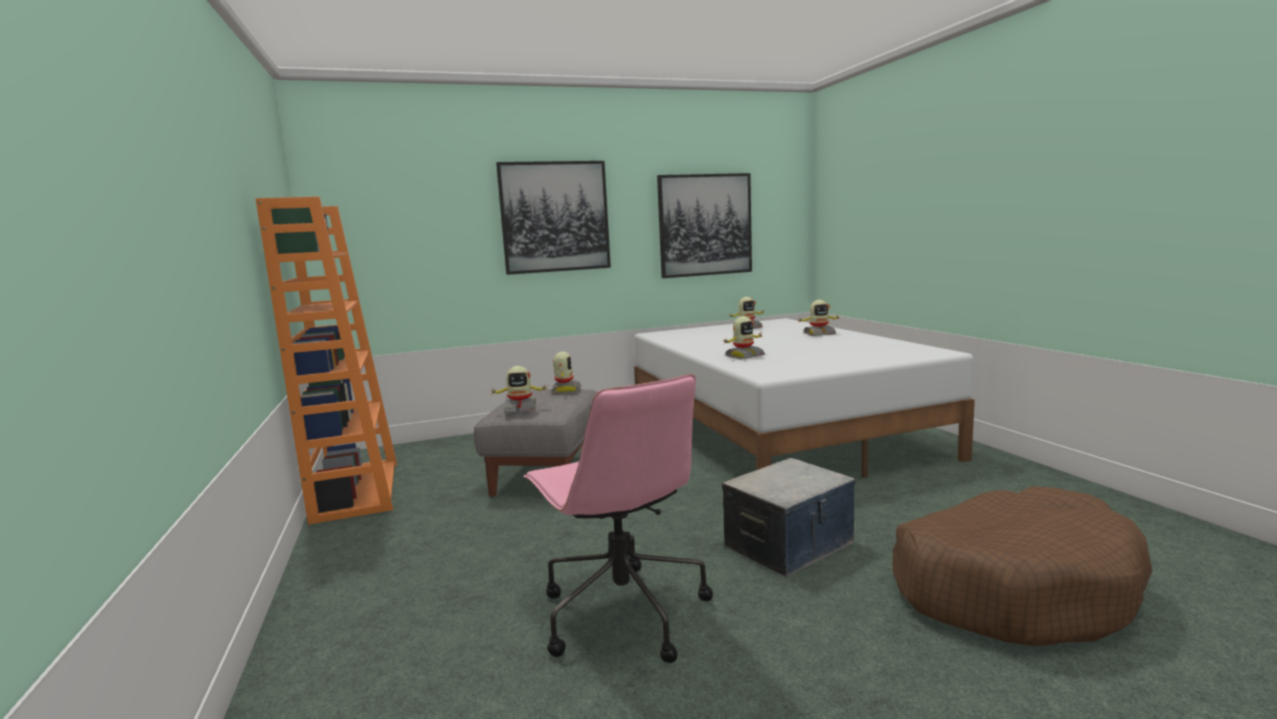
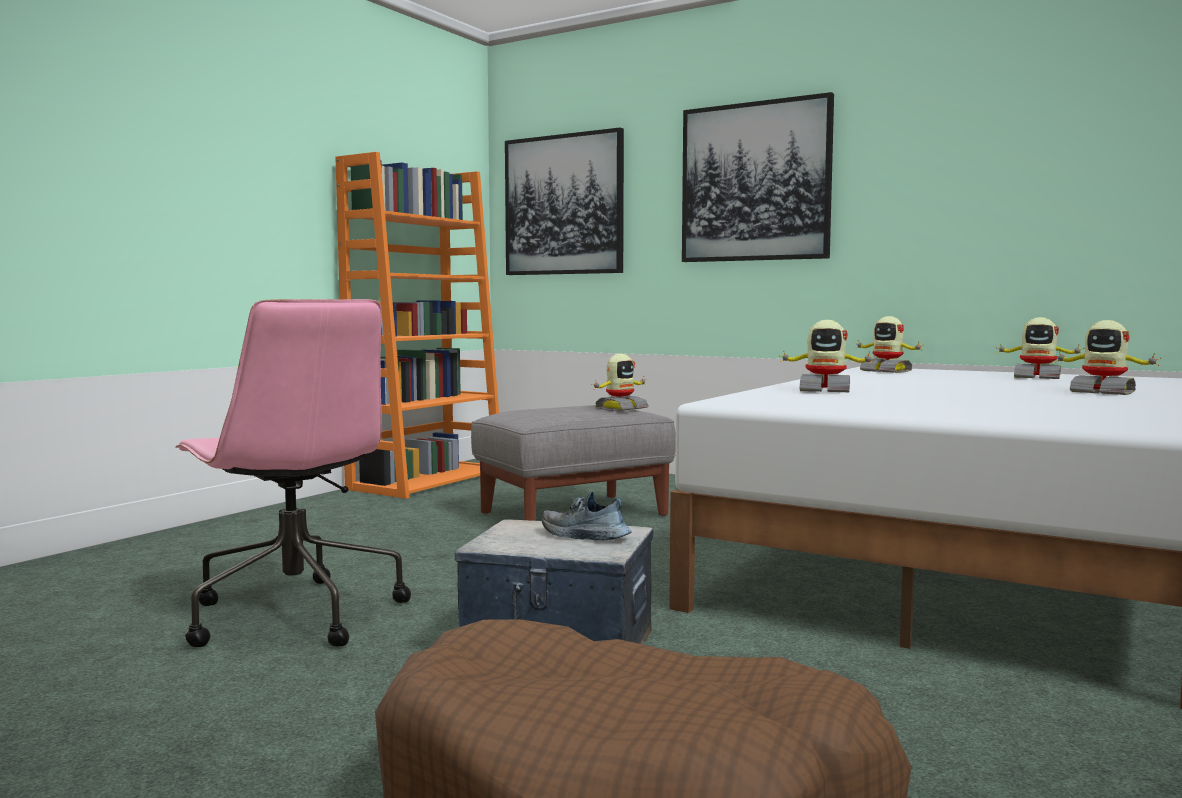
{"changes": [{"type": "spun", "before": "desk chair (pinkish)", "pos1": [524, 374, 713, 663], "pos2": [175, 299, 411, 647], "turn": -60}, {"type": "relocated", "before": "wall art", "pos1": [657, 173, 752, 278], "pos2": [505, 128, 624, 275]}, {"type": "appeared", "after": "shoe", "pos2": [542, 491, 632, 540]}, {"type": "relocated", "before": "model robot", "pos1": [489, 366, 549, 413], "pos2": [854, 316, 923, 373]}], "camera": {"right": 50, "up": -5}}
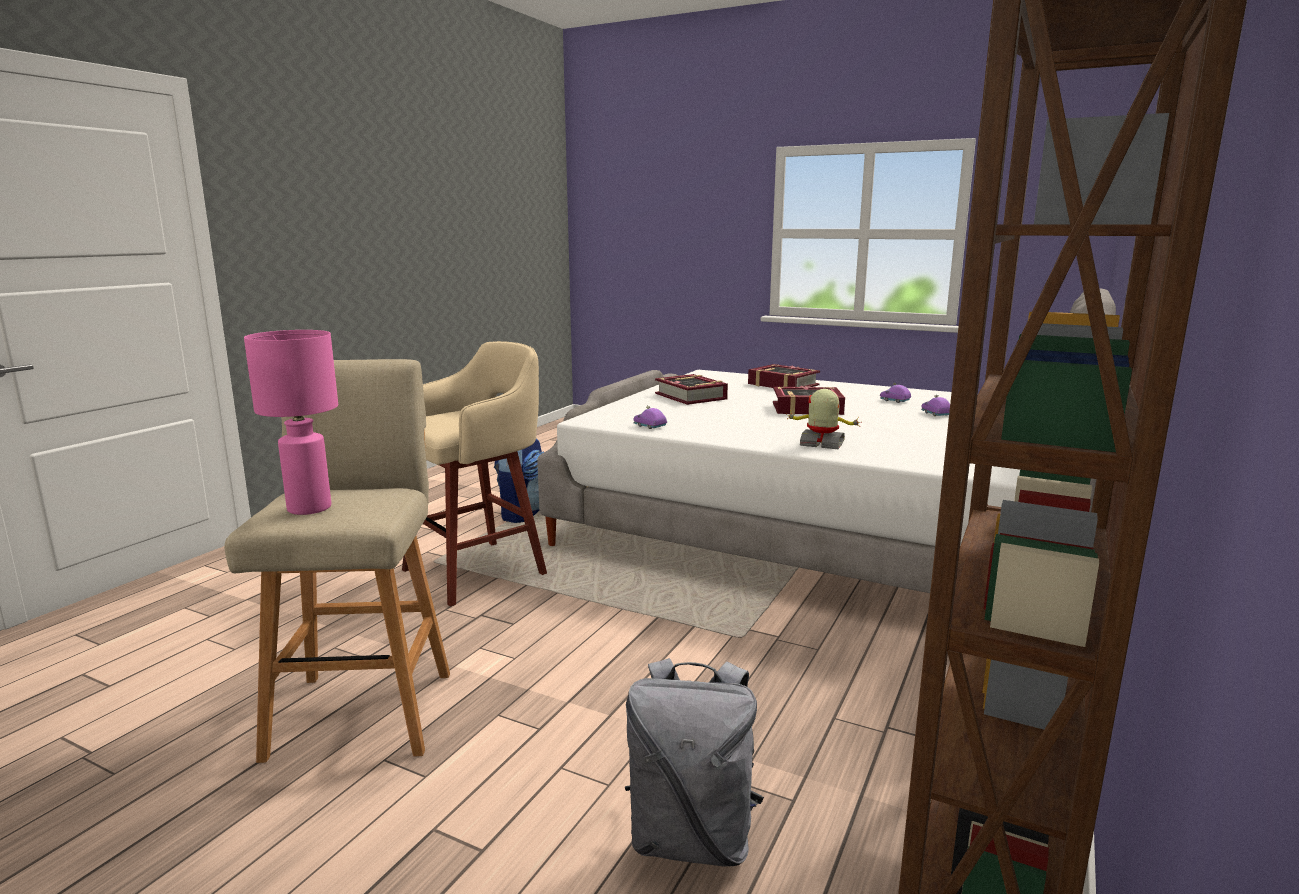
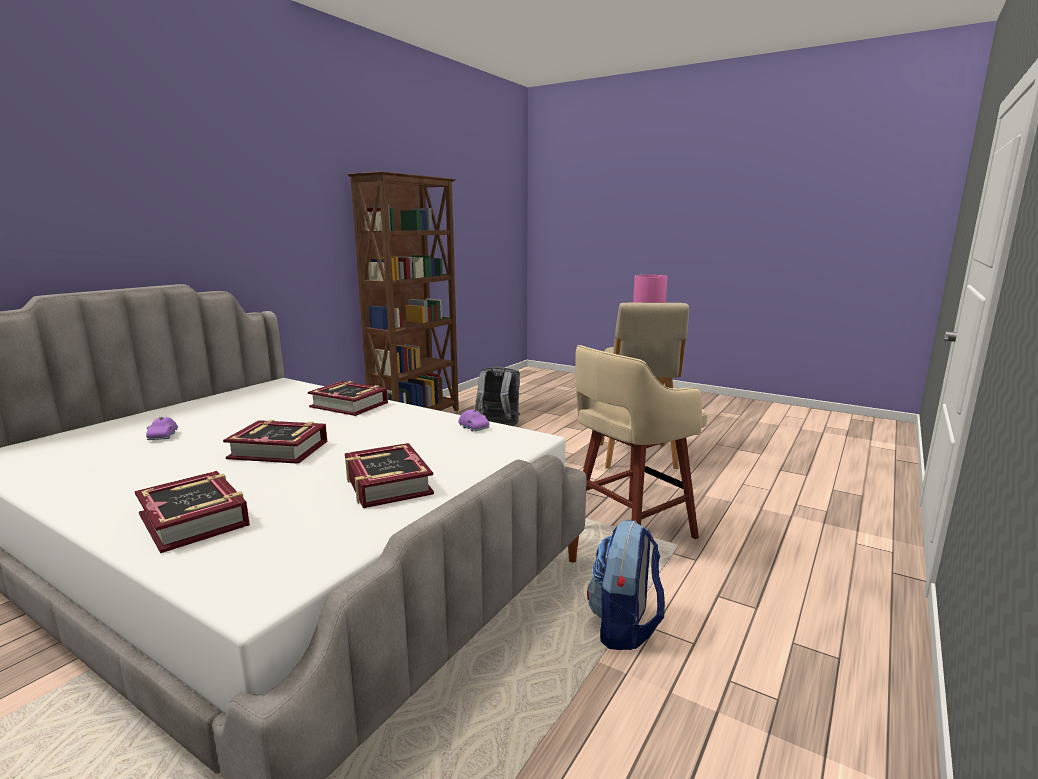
{"changes": [{"type": "exchanged", "before": "model robot", "after": "volume", "pos1": [786, 389, 862, 449], "pos2": [308, 381, 388, 416]}, {"type": "missing", "before": "toy car (purplish)", "pos1": [880, 383, 911, 403]}], "camera": {"right": -175, "up": 0}}
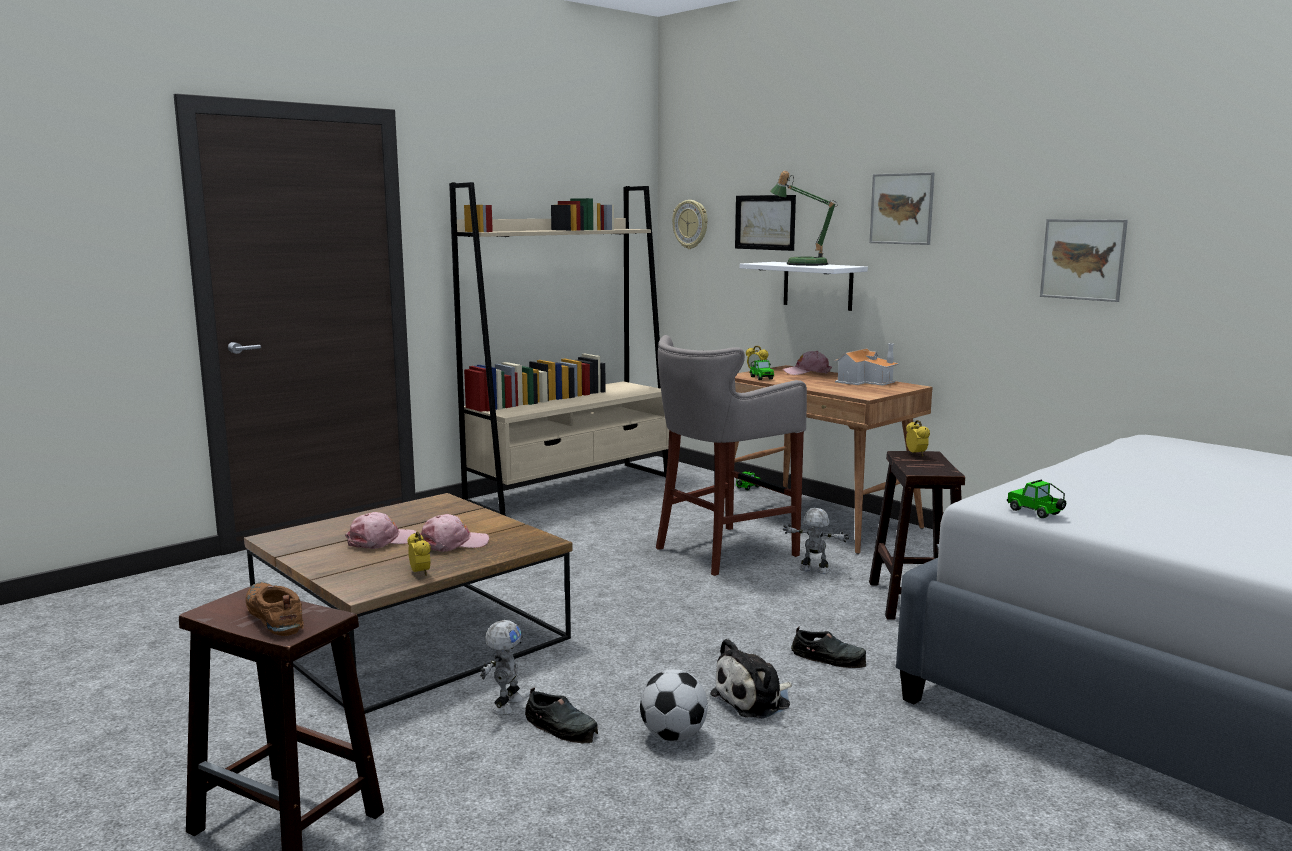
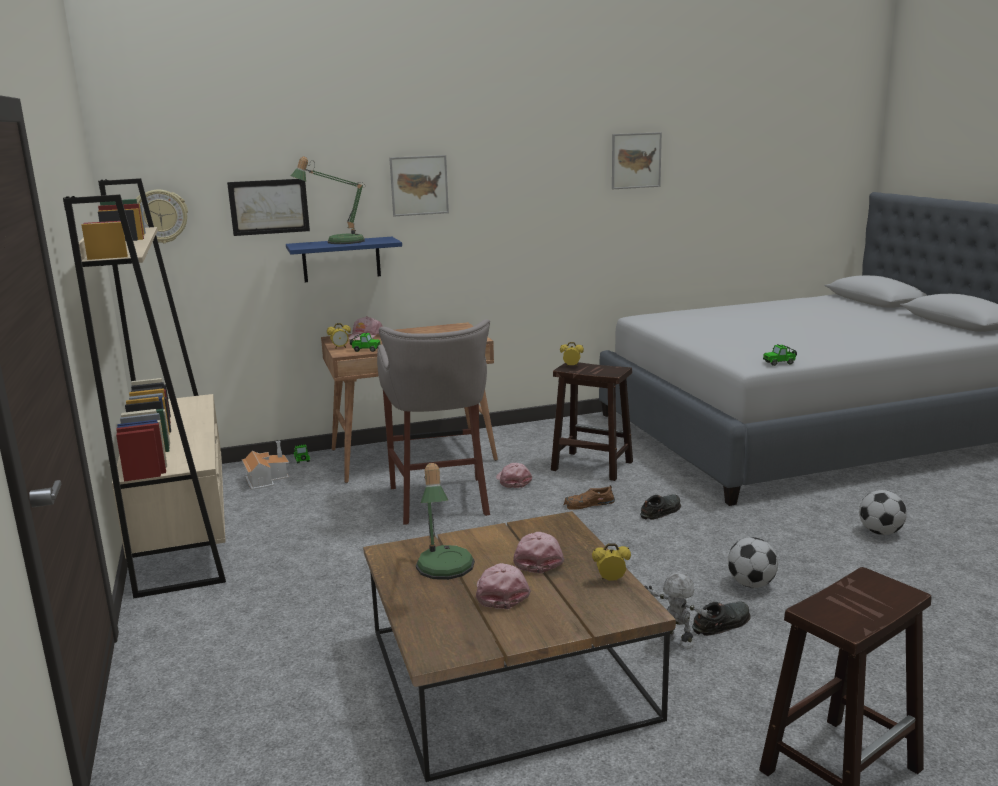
{"changes": [{"type": "relocated", "before": "toy house", "pos1": [833, 343, 899, 386], "pos2": [242, 441, 289, 490]}, {"type": "colour", "before": "shelf (white)", "after": "shelf (blue)", "pos1": [740, 262, 868, 311], "pos2": [286, 237, 402, 282]}, {"type": "appeared", "after": "table lamp", "pos2": [416, 463, 475, 580]}, {"type": "exchanged", "before": "model robot", "after": "baseball cap (pinkish)", "pos1": [783, 508, 849, 574], "pos2": [496, 463, 532, 488]}, {"type": "relocated", "before": "shoe (brownish)", "pos1": [246, 582, 304, 636], "pos2": [563, 485, 615, 510]}, {"type": "relocated", "before": "wall art", "pos1": [1040, 219, 1128, 302], "pos2": [612, 132, 662, 189]}, {"type": "appeared", "after": "football ball", "pos2": [859, 490, 907, 535]}, {"type": "missing", "before": "soft toy", "pos1": [710, 638, 792, 719]}], "camera": {"right": -65, "up": 5}}
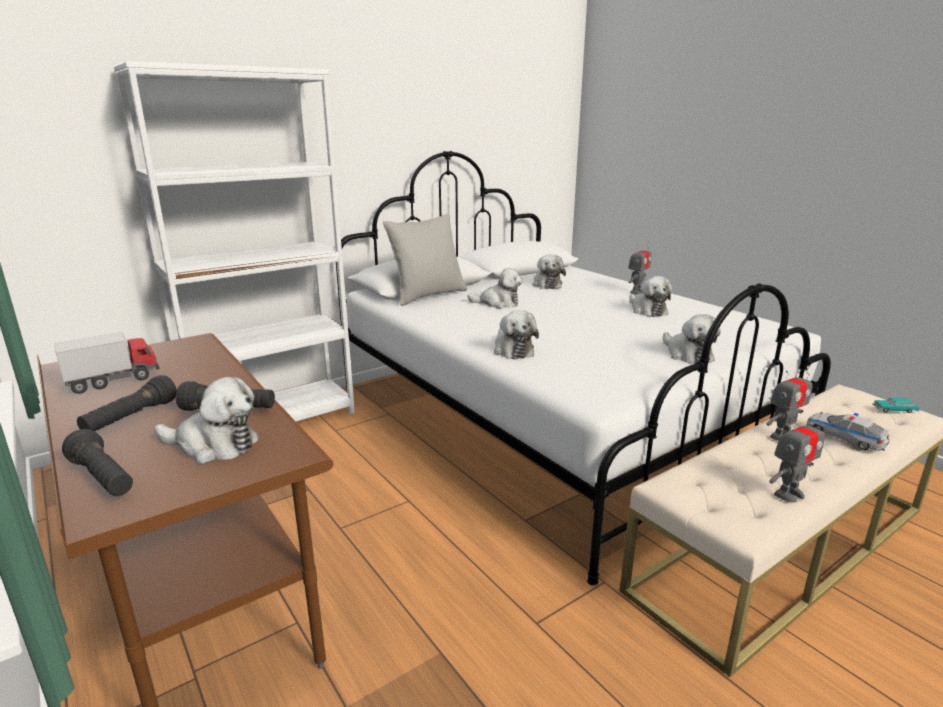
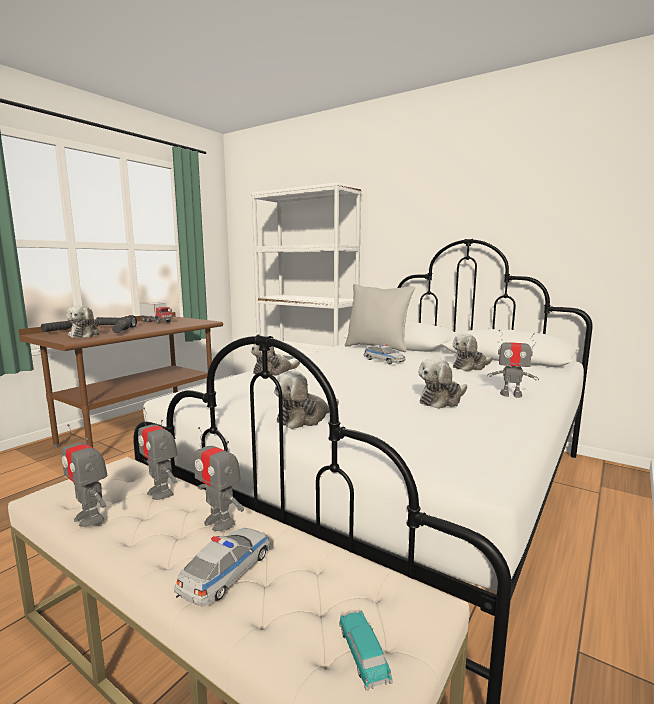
{"changes": [{"type": "appeared", "after": "model robot", "pos2": [138, 408, 178, 500]}, {"type": "exchanged", "before": "soft toy", "after": "toy car", "pos1": [467, 268, 523, 309], "pos2": [364, 344, 405, 365]}], "camera": {"right": 70, "up": -10}}
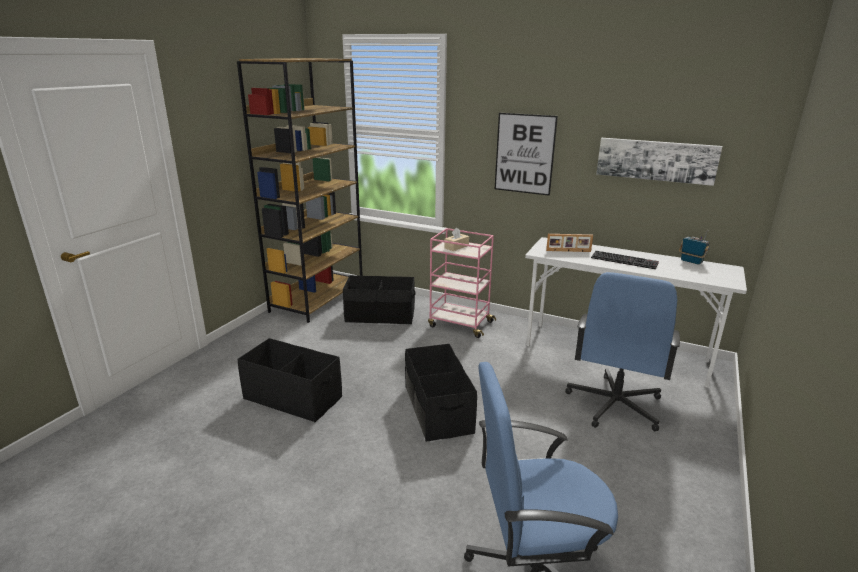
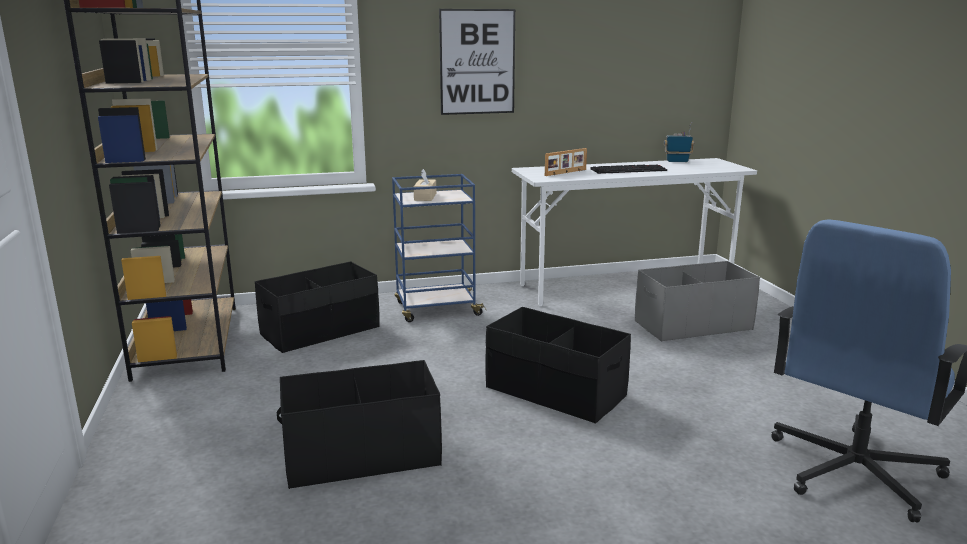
{"changes": [{"type": "colour", "before": "cart (pinkish)", "after": "cart (blue)", "pos1": [428, 228, 496, 338], "pos2": [392, 174, 486, 322]}, {"type": "exchanged", "before": "desk chair (blue)", "after": "storage box (greyish)", "pos1": [565, 272, 680, 431], "pos2": [635, 261, 760, 342]}, {"type": "missing", "before": "wall art", "pos1": [596, 138, 722, 186]}], "camera": {"right": -40, "up": -5}}
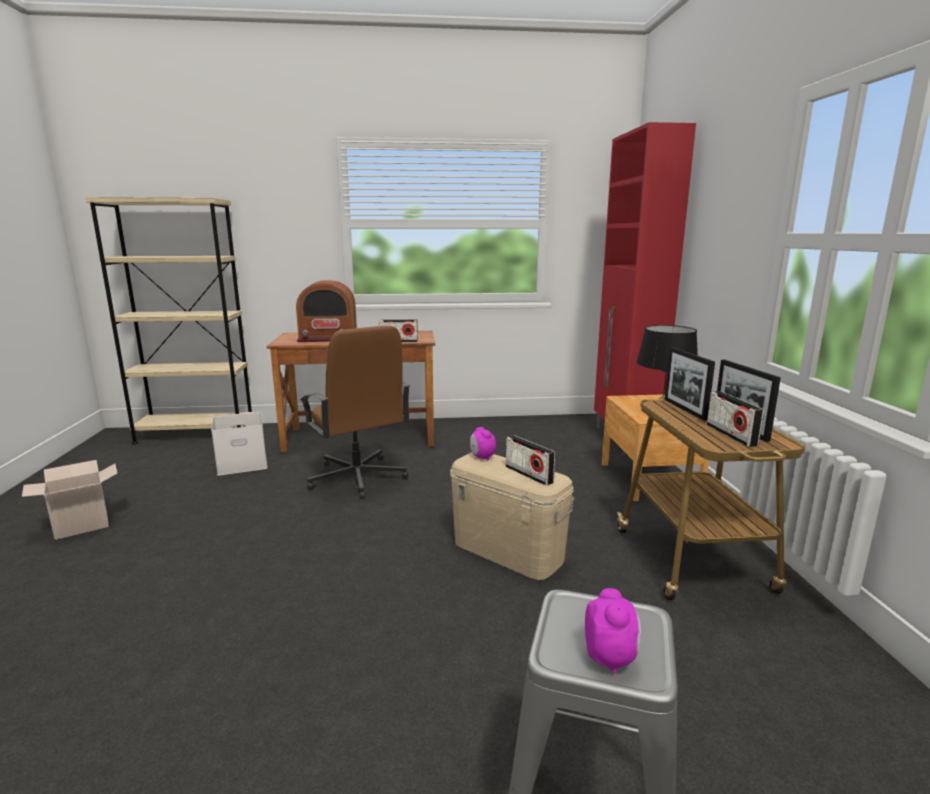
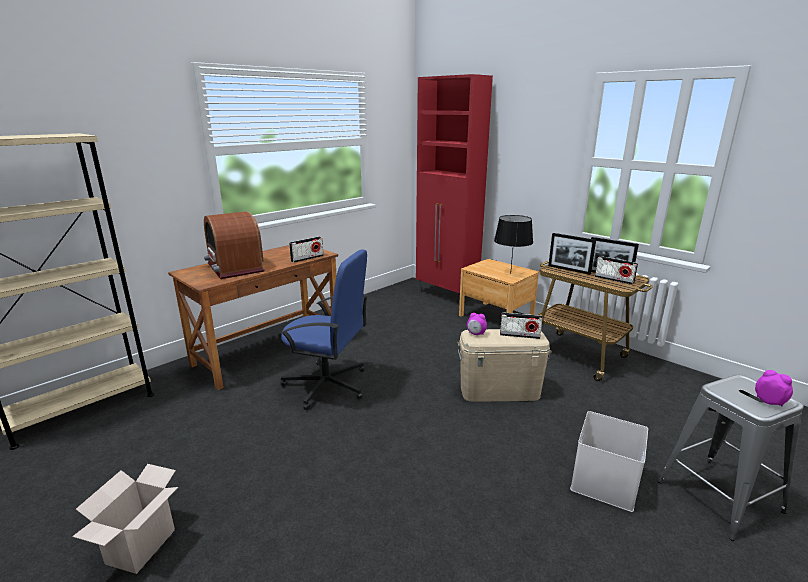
{"changes": [{"type": "spun", "before": "radio", "pos1": [296, 280, 357, 342], "pos2": [204, 211, 265, 279], "turn": 105}, {"type": "colour", "before": "desk chair (brownish)", "after": "desk chair (blue)", "pos1": [300, 325, 410, 499], "pos2": [280, 249, 368, 410]}, {"type": "relocated", "before": "storage box (white)", "pos1": [211, 412, 267, 476], "pos2": [570, 411, 648, 512]}], "camera": {"right": -40, "up": 5}}
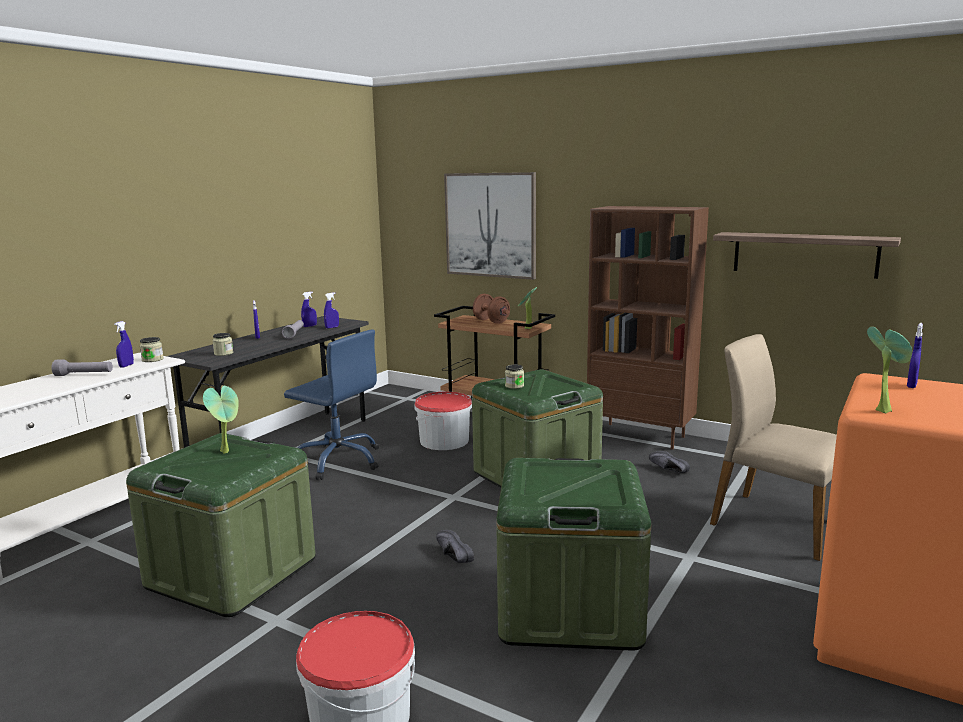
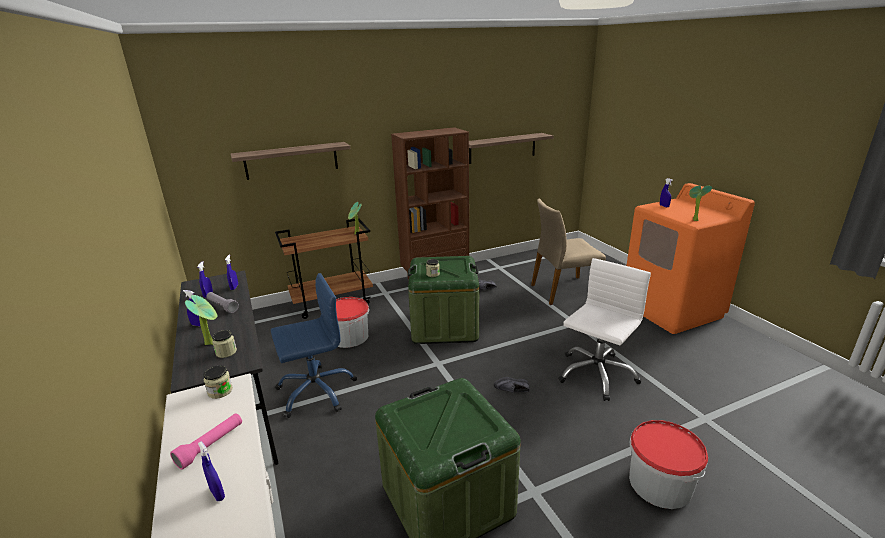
{"changes": [{"type": "colour", "before": "flashlight (greyish)", "after": "flashlight (pinkish)", "pos1": [51, 359, 113, 376], "pos2": [170, 413, 242, 470]}, {"type": "relocated", "before": "houseplant", "pos1": [203, 386, 239, 454], "pos2": [185, 295, 217, 345]}, {"type": "relocated", "before": "hand sprayer (blue)", "pos1": [114, 321, 134, 368], "pos2": [198, 441, 225, 501]}, {"type": "exchanged", "before": "wall art", "after": "shelf", "pos1": [444, 172, 536, 280], "pos2": [230, 142, 350, 180]}, {"type": "exchanged", "before": "storage box (green)", "after": "desk chair (white)", "pos1": [496, 458, 651, 651], "pos2": [558, 258, 651, 401]}, {"type": "missing", "before": "hand weight (brownish)", "pos1": [473, 294, 510, 324]}], "camera": {"right": -55, "up": 10}}
